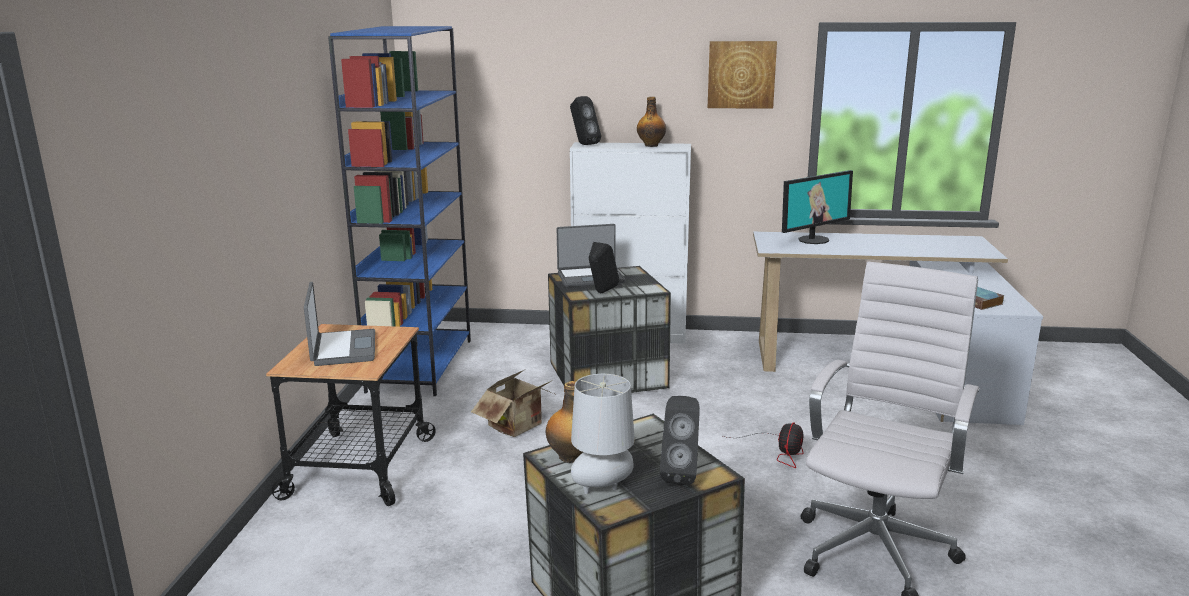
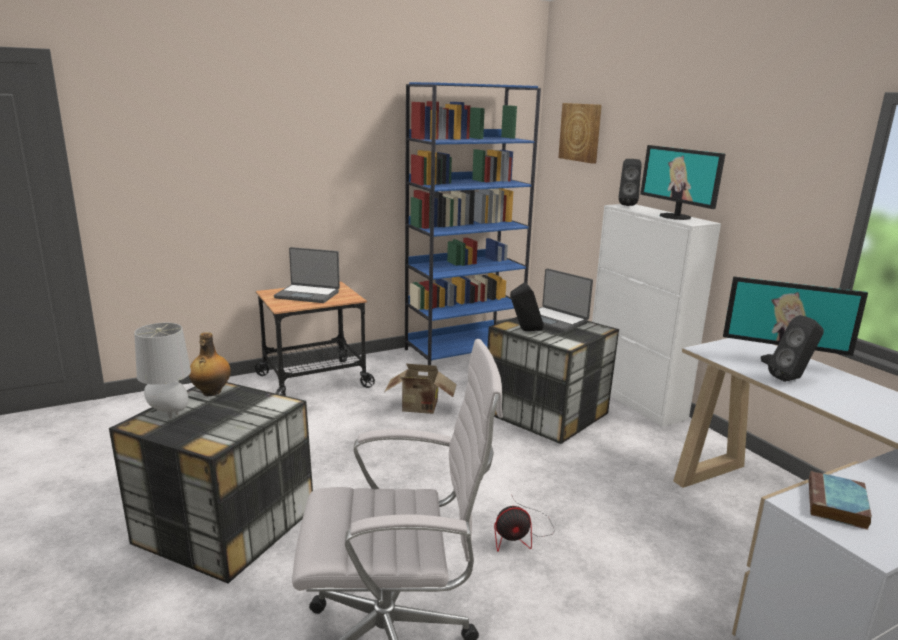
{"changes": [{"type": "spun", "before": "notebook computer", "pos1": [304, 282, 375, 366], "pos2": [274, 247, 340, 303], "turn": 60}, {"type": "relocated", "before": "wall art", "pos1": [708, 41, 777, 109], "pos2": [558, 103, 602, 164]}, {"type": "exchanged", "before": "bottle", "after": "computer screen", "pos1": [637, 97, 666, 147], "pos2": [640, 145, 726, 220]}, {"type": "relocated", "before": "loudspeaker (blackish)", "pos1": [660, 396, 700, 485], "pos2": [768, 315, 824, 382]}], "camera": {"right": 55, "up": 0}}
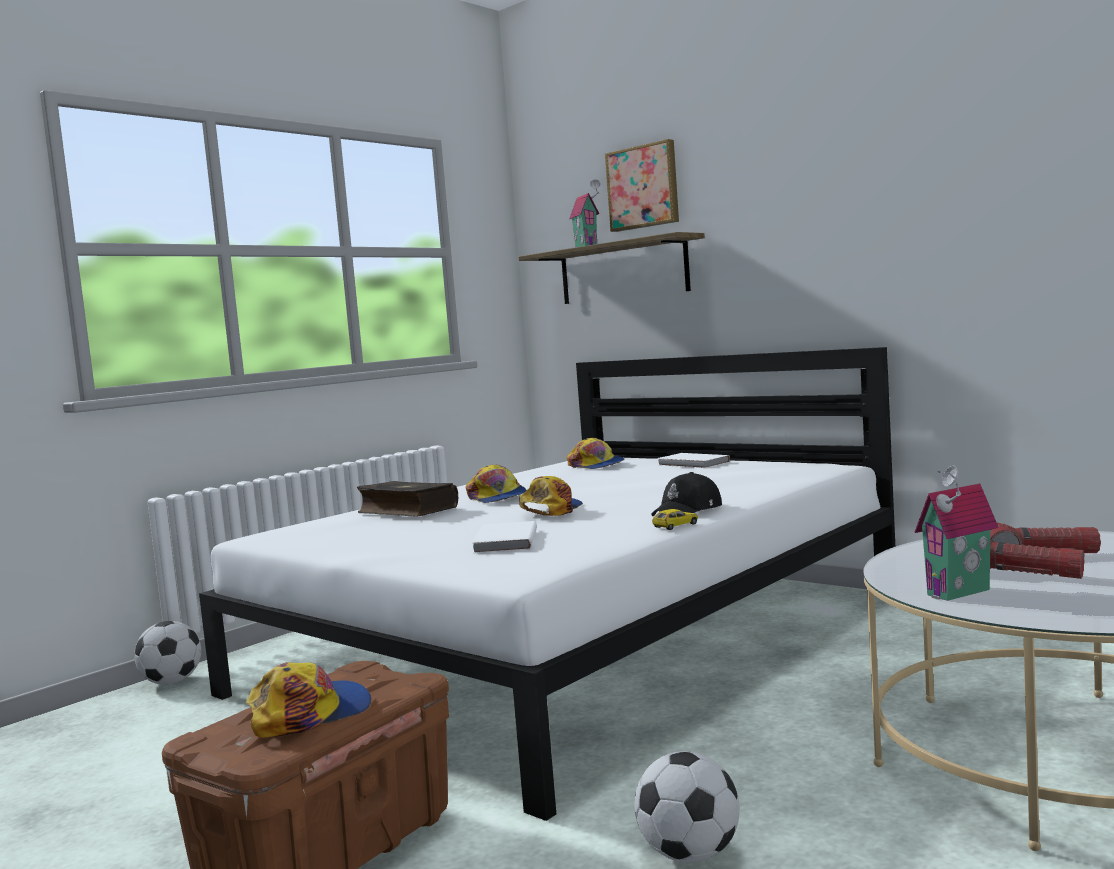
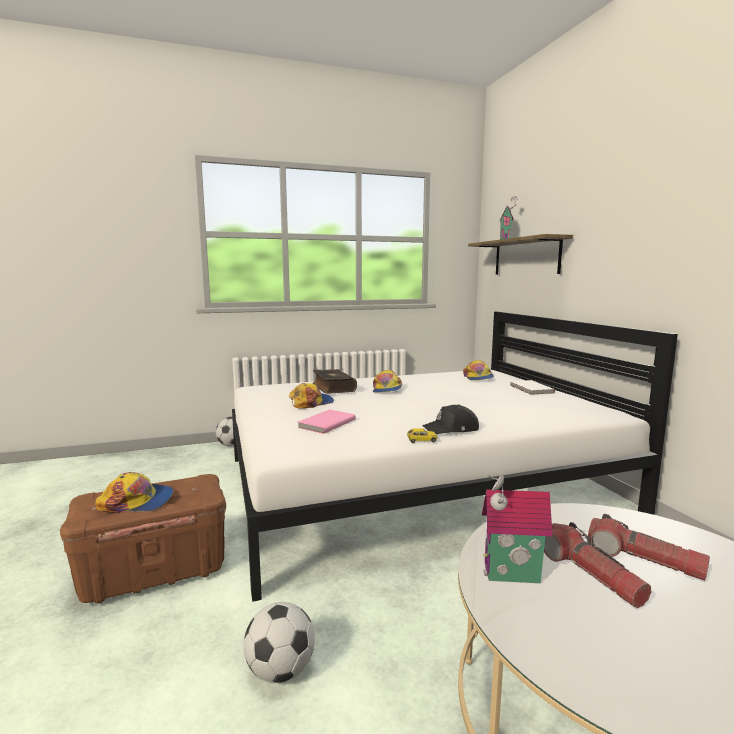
{"changes": [{"type": "relocated", "before": "baseball cap", "pos1": [519, 476, 583, 516], "pos2": [289, 383, 334, 409]}, {"type": "colour", "before": "volume (white)", "after": "volume (pinkish)", "pos1": [472, 521, 537, 553], "pos2": [298, 409, 356, 434]}, {"type": "missing", "before": "wall art", "pos1": [605, 139, 679, 232]}], "camera": {"right": 30, "up": 5}}
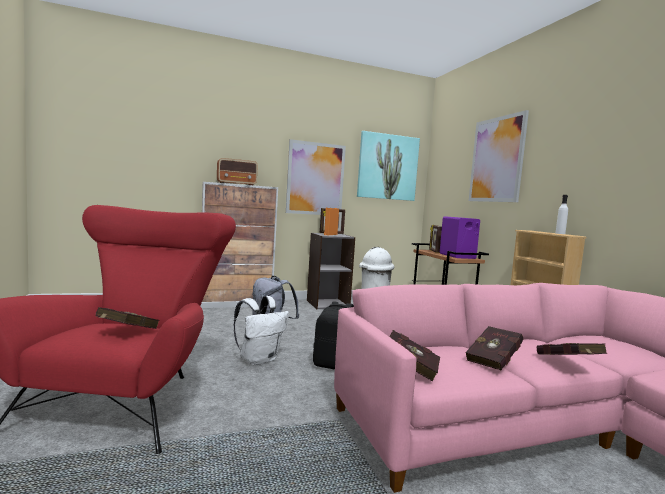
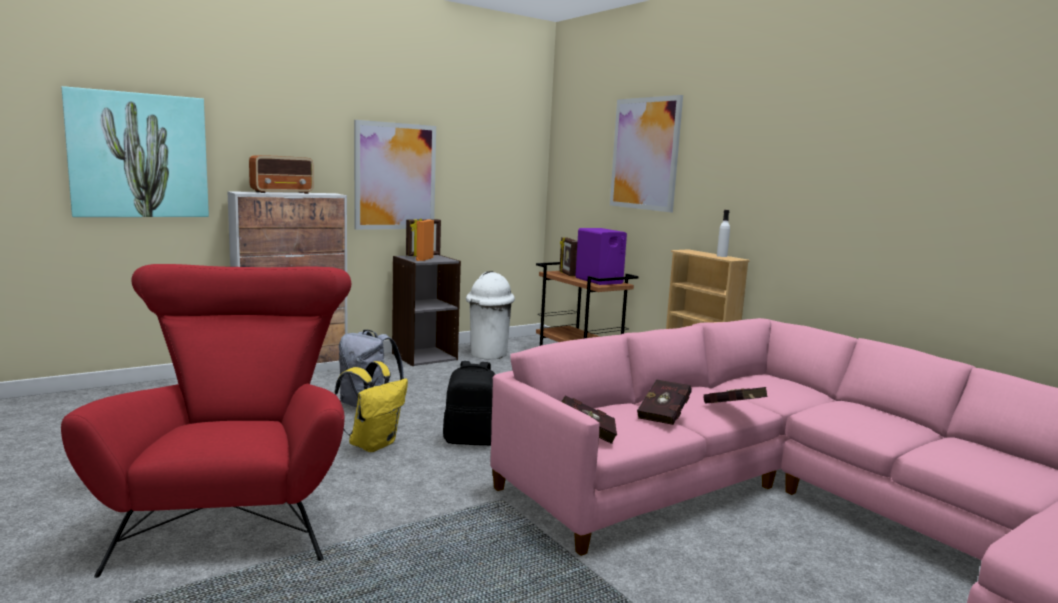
{"changes": [{"type": "relocated", "before": "wall art", "pos1": [357, 131, 420, 201], "pos2": [62, 86, 209, 217]}, {"type": "colour", "before": "knapsack (white)", "after": "knapsack (yellow)", "pos1": [233, 296, 289, 366], "pos2": [335, 361, 408, 452]}, {"type": "missing", "before": "volume (red-coloured)", "pos1": [96, 307, 159, 329]}], "camera": {"right": -15, "up": 5}}
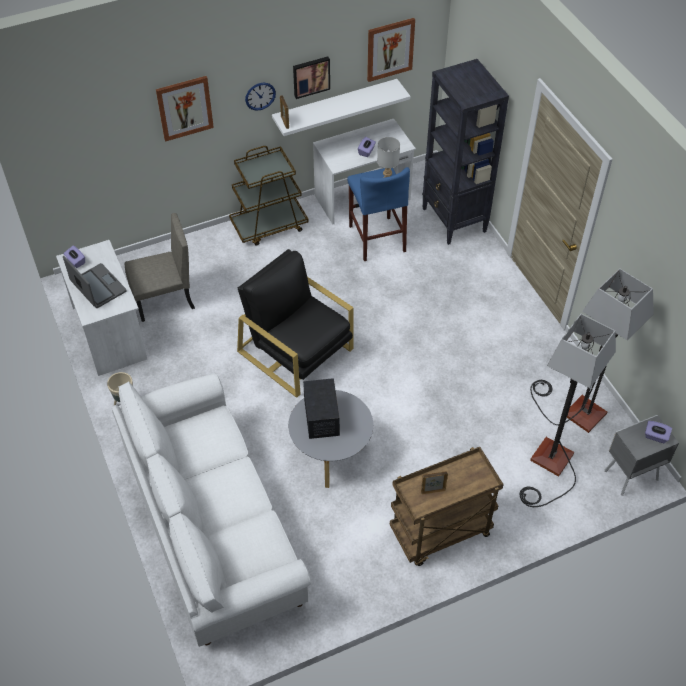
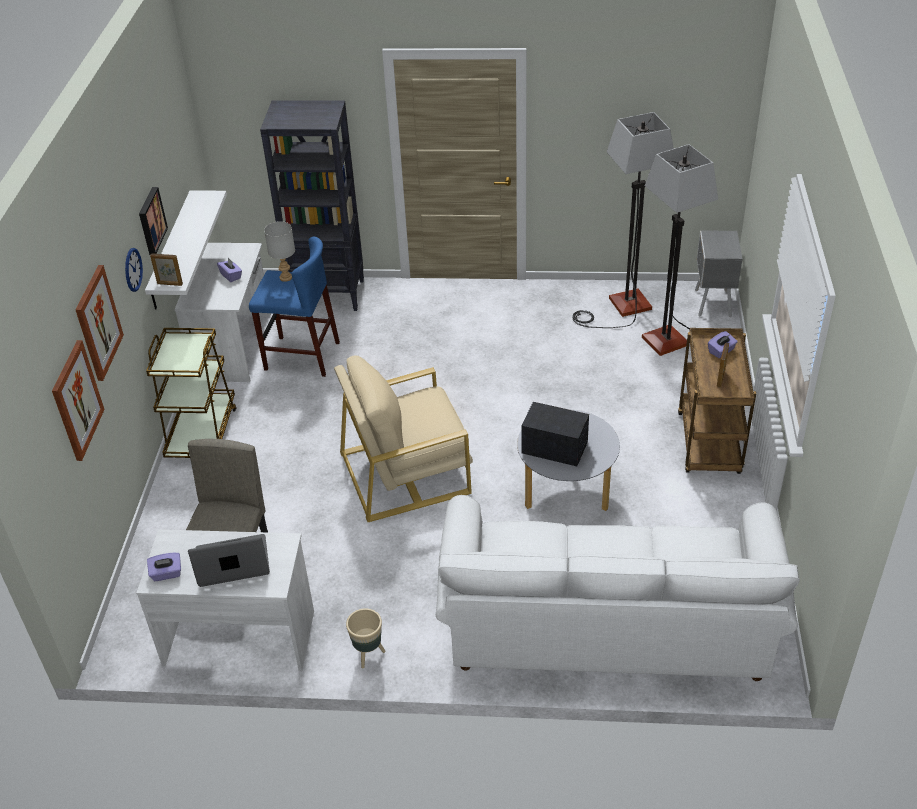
{"changes": [{"type": "relocated", "before": "wall art", "pos1": [367, 18, 415, 82], "pos2": [52, 340, 105, 461]}, {"type": "colour", "before": "lounge chair (blackish)", "after": "lounge chair (beige-coloured)", "pos1": [237, 249, 354, 398], "pos2": [334, 356, 473, 522]}, {"type": "relocated", "before": "tissue box (purplish)", "pos1": [645, 421, 672, 443], "pos2": [708, 331, 737, 358]}], "camera": {"right": -60, "up": -10}}
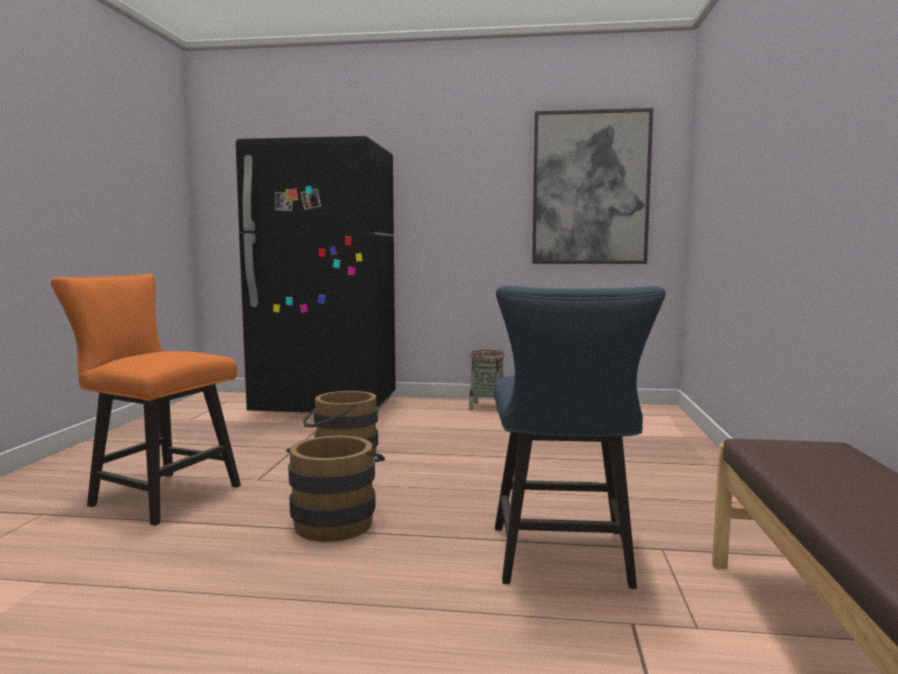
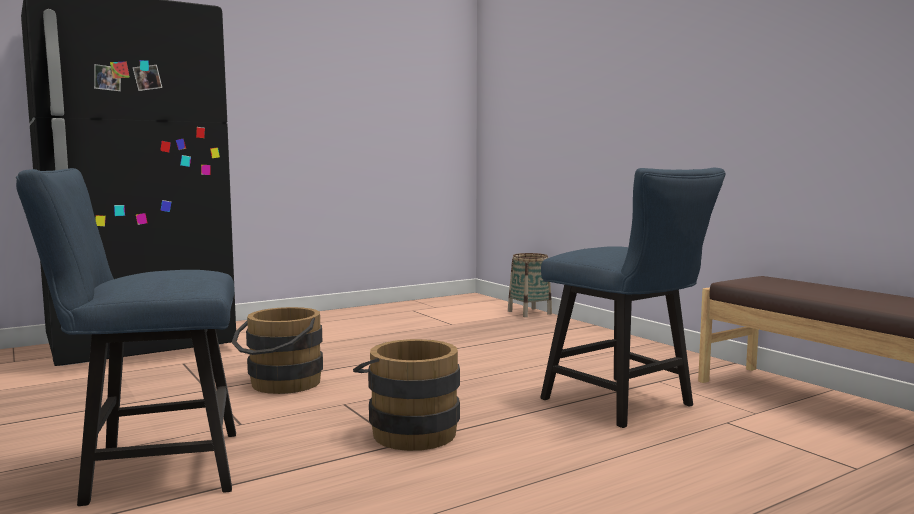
{"changes": [{"type": "colour", "before": "plain chair (orange)", "after": "plain chair (blue)", "pos1": [51, 274, 241, 526], "pos2": [16, 168, 236, 506]}, {"type": "relocated", "before": "storage basket", "pos1": [469, 350, 505, 412], "pos2": [508, 253, 552, 317]}, {"type": "missing", "before": "wall art", "pos1": [532, 108, 653, 264]}], "camera": {"right": -40, "up": 0}}
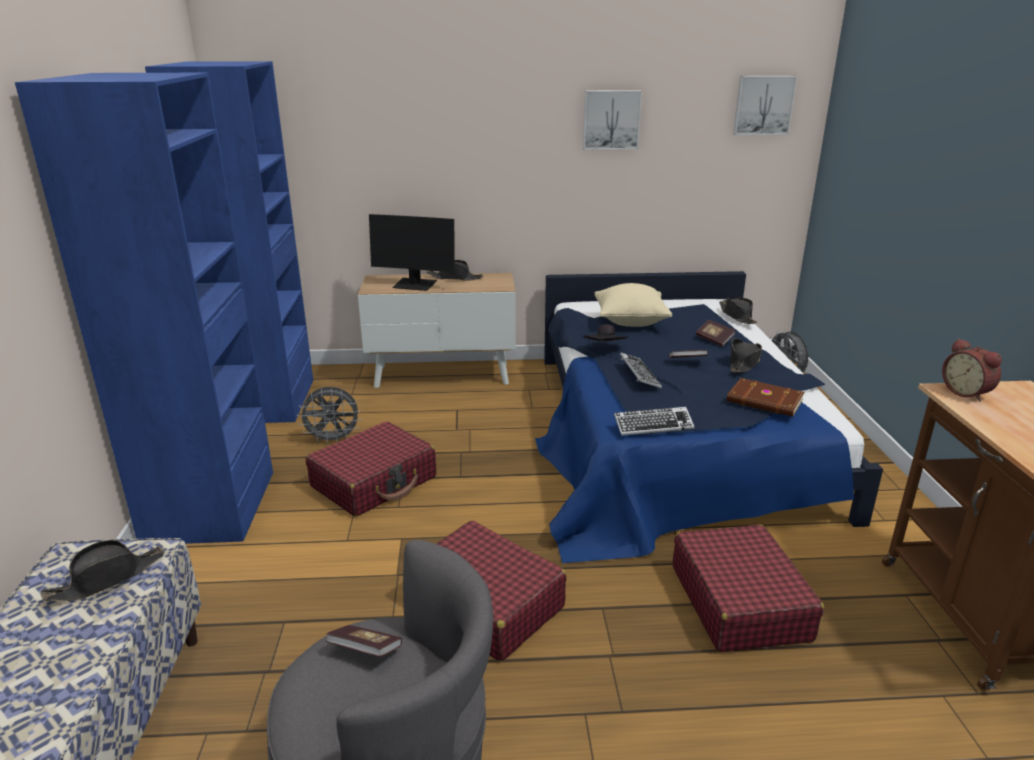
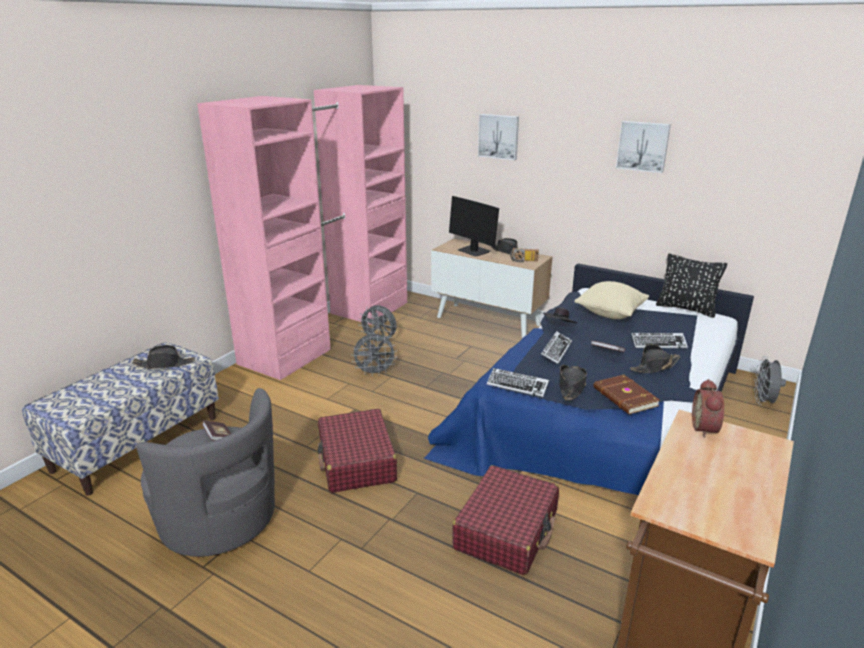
{"changes": [{"type": "colour", "before": "wardrobe (blue)", "after": "wardrobe (pinkish)", "pos1": [15, 61, 313, 544], "pos2": [197, 85, 407, 380]}, {"type": "exchanged", "before": "travel case (red-coloured)", "after": "fan (greyish)", "pos1": [306, 422, 436, 516], "pos2": [352, 334, 397, 373]}, {"type": "relocated", "before": "wall art", "pos1": [733, 76, 797, 135], "pos2": [478, 114, 519, 161]}, {"type": "appeared", "after": "radio", "pos2": [510, 248, 539, 262]}, {"type": "relocated", "before": "hat (blackish)", "pos1": [719, 297, 757, 324], "pos2": [559, 365, 587, 401]}, {"type": "exchanged", "before": "volume", "after": "computer keyboard", "pos1": [696, 320, 735, 347], "pos2": [632, 333, 688, 348]}, {"type": "appeared", "after": "pillow (blackish)", "pos2": [656, 253, 727, 318]}], "camera": {"right": 35, "up": 0}}
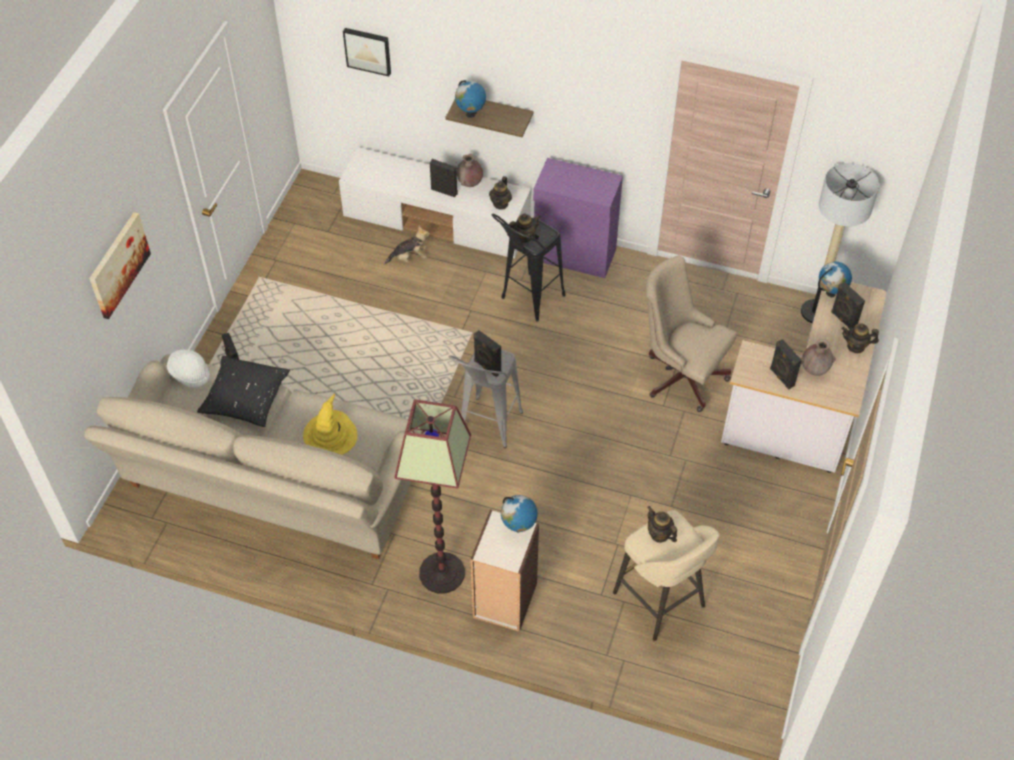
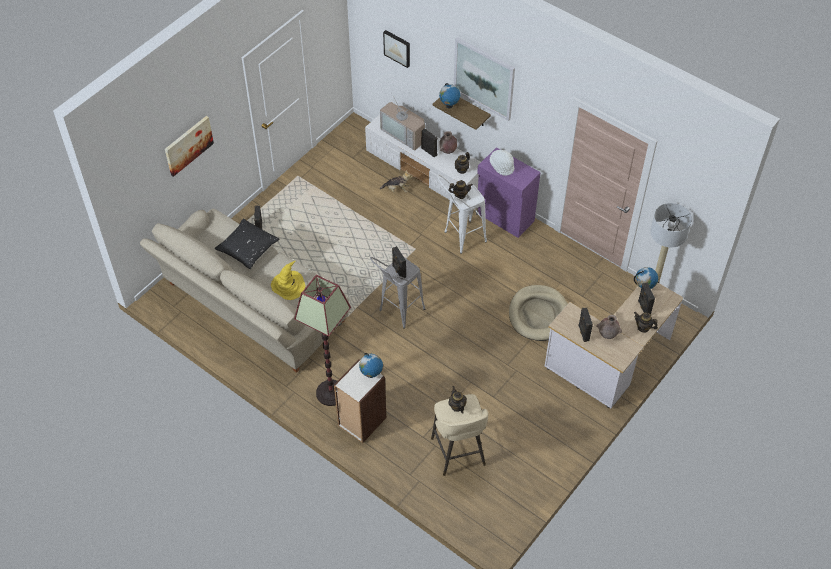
{"changes": [{"type": "appeared", "after": "television", "pos2": [380, 96, 425, 150]}, {"type": "colour", "before": "stool (blackish)", "after": "stool (white)", "pos1": [492, 214, 566, 321], "pos2": [438, 175, 487, 254]}, {"type": "appeared", "after": "wall art", "pos2": [454, 37, 515, 121]}, {"type": "relocated", "before": "hat (white)", "pos1": [167, 349, 210, 388], "pos2": [490, 150, 514, 176]}, {"type": "exchanged", "before": "desk chair (beige-coloured)", "after": "dog bed (beige-coloured)", "pos1": [646, 256, 737, 412], "pos2": [509, 285, 568, 341]}], "camera": {"right": 20, "up": 0}}
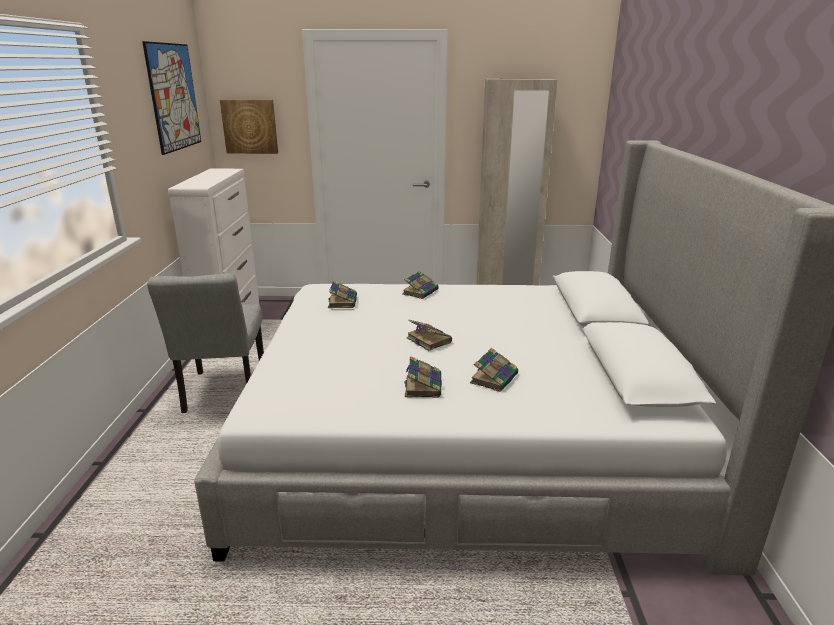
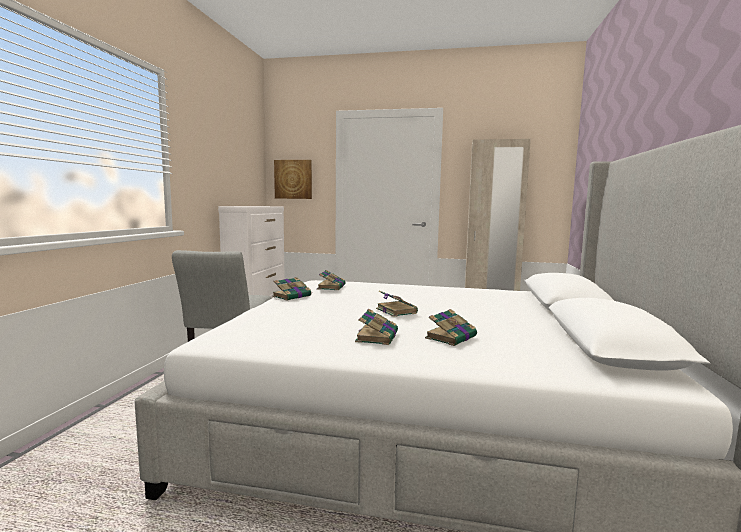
{"changes": [{"type": "relocated", "before": "volume", "pos1": [402, 271, 439, 299], "pos2": [272, 277, 311, 300]}, {"type": "missing", "before": "wall art", "pos1": [142, 41, 201, 155]}], "camera": {"right": 10, "up": -15}}
